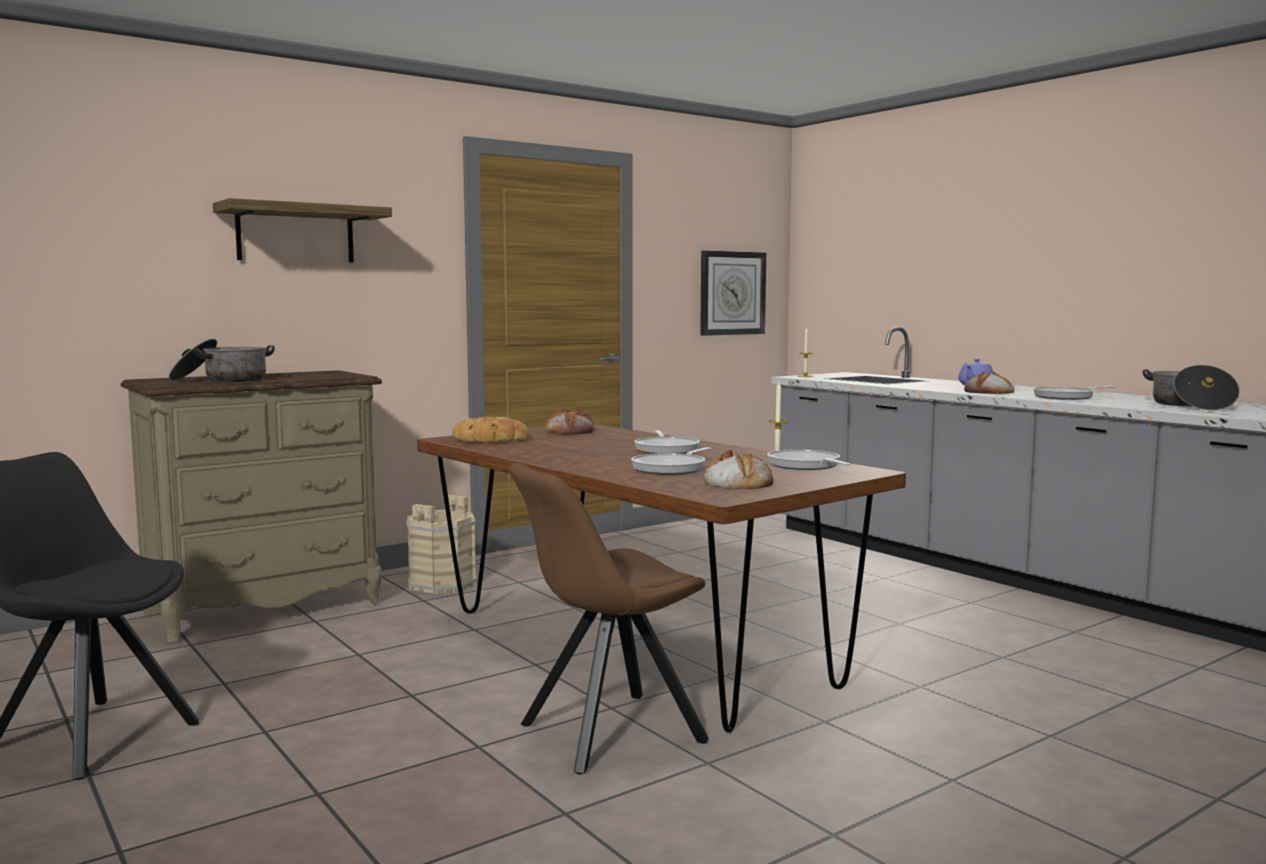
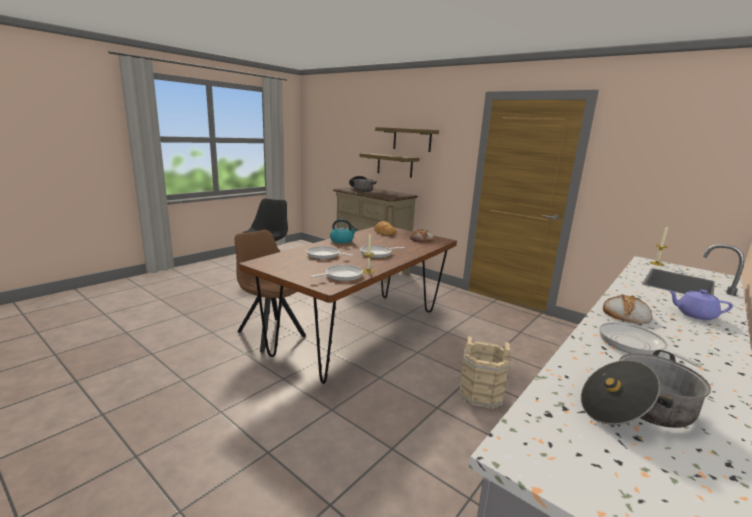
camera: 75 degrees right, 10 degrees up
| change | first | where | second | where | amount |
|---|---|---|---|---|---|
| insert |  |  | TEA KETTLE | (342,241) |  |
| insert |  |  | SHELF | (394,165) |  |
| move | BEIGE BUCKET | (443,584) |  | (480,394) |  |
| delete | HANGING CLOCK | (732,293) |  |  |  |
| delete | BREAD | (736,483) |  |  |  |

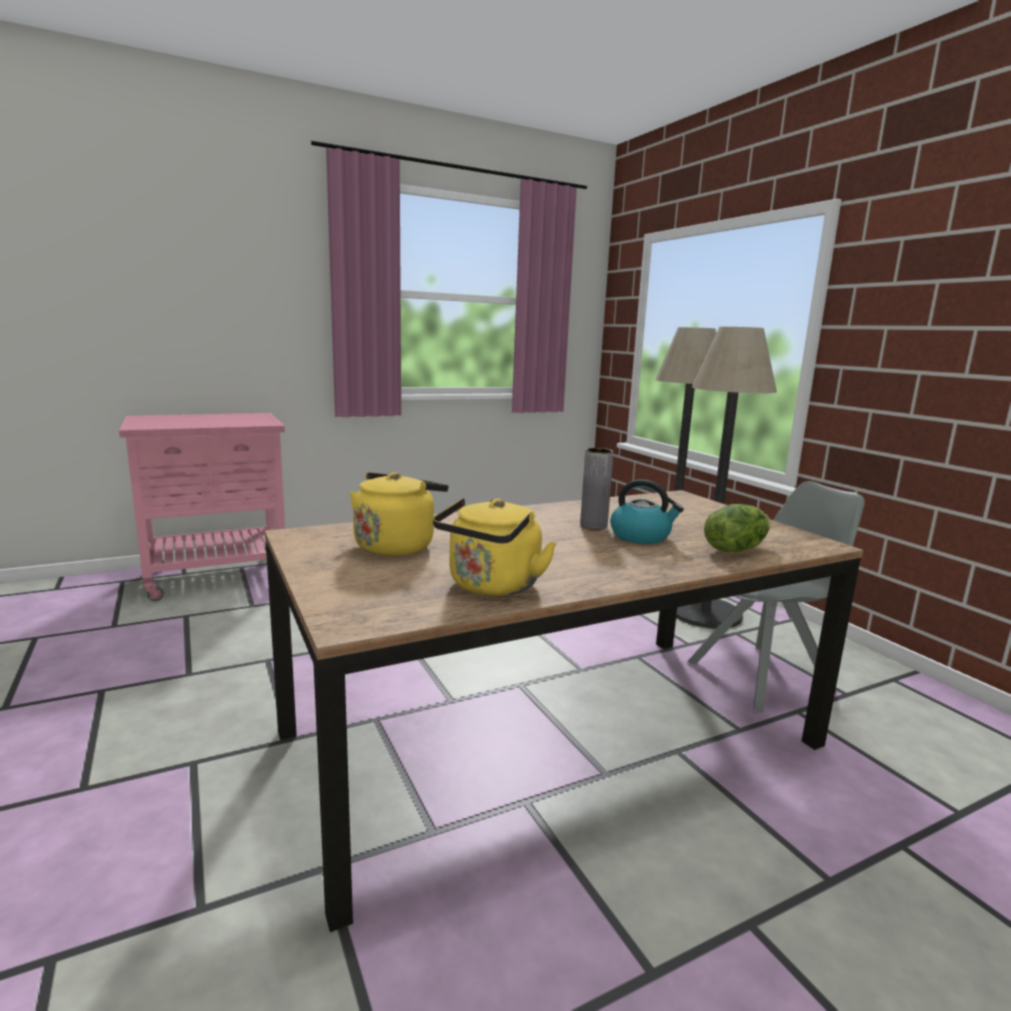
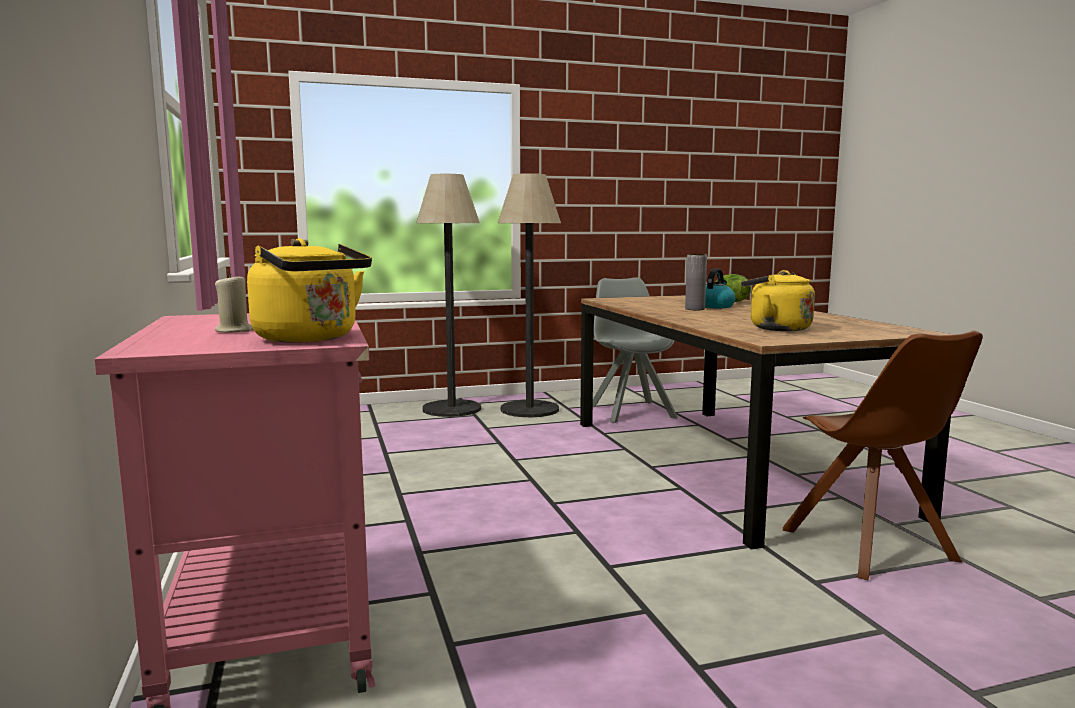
camera: 80 degrees left, 5 degrees down
| change | first | where | second | where | amount |
|---|---|---|---|---|---|
| insert |  |  | BEIGE WAX CANDLE | (235,331) |  |
| move | YELLOWISH TEA KETTLE | (491,587) |  | (311,338) |  |
| insert |  |  | BROWN-COLOURED CHAIR | (870,547) |  |

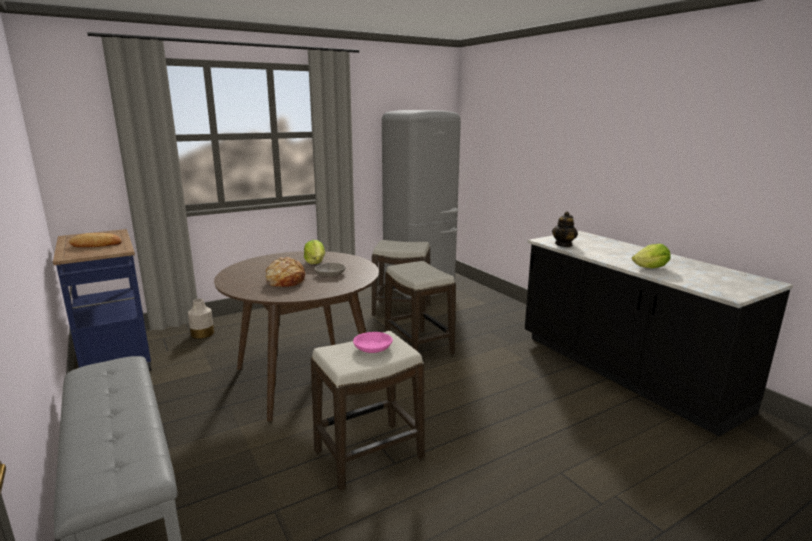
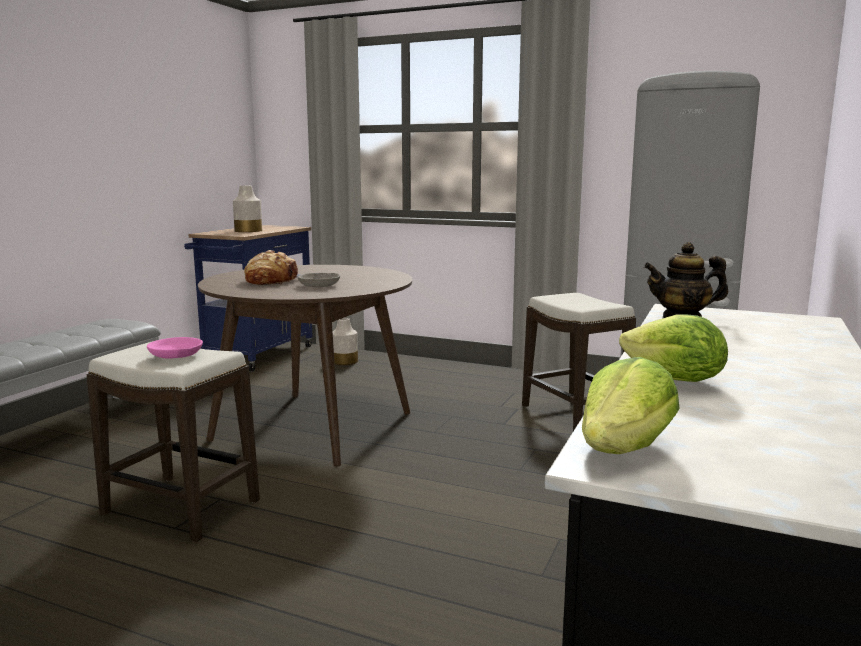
camera: 55 degrees right, 5 degrees down
| change | first | where | second | where | amount |
|---|---|---|---|---|---|
| replace | BREAD | (96,245) | BEIGE VASE | (248,230) |  |
| move | HEAD OF LETTUCE | (315,263) |  | (625,449) |  |
| delete | STOOL | (418,346) |  |  |  |

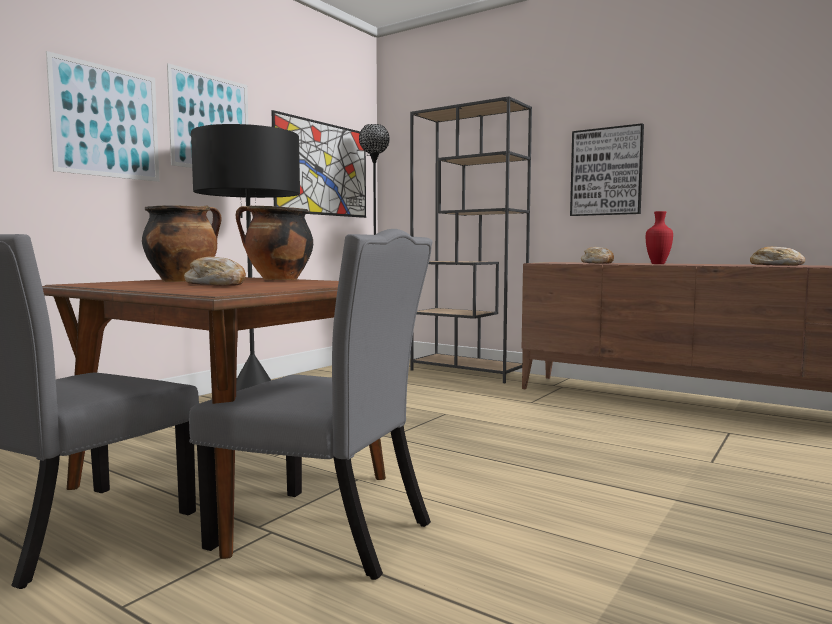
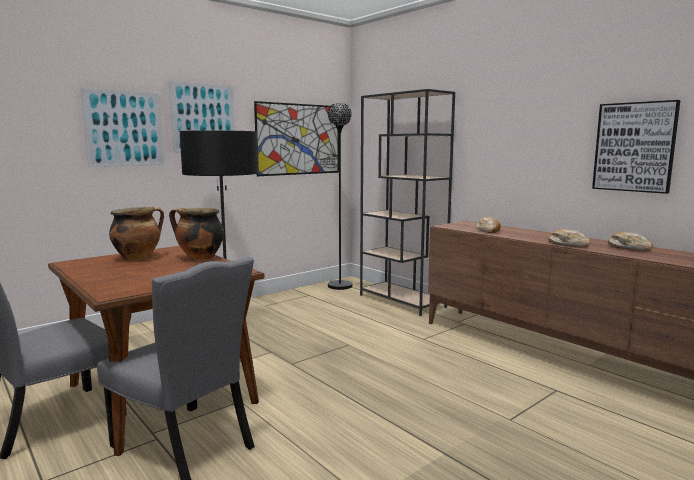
camera: 15 degrees right, 5 degrees up
| change | first | where | second | where | amount |
|---|---|---|---|---|---|
| move | BREAD | (217,284) |  | (568,244) |  |
| move | WALL PICTURE | (606,172) |  | (634,147) |  |
| delete | RED-COLOURED VASE | (657,264) |  |  |  |

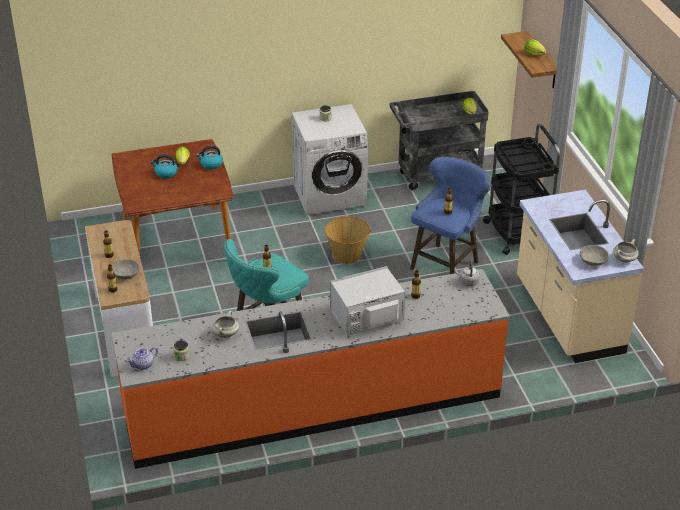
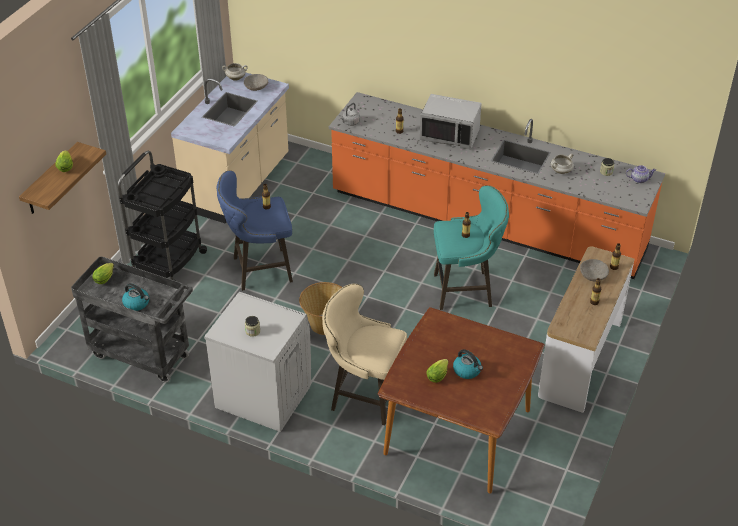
camera: 140 degrees left, 5 degrees up
| change | first | where | second | where | amount |
|---|---|---|---|---|---|
| move | TEA KETTLE | (211,164) |  | (137,303) |  |
| insert |  |  | BEIGE STOOL | (363,396) |  |

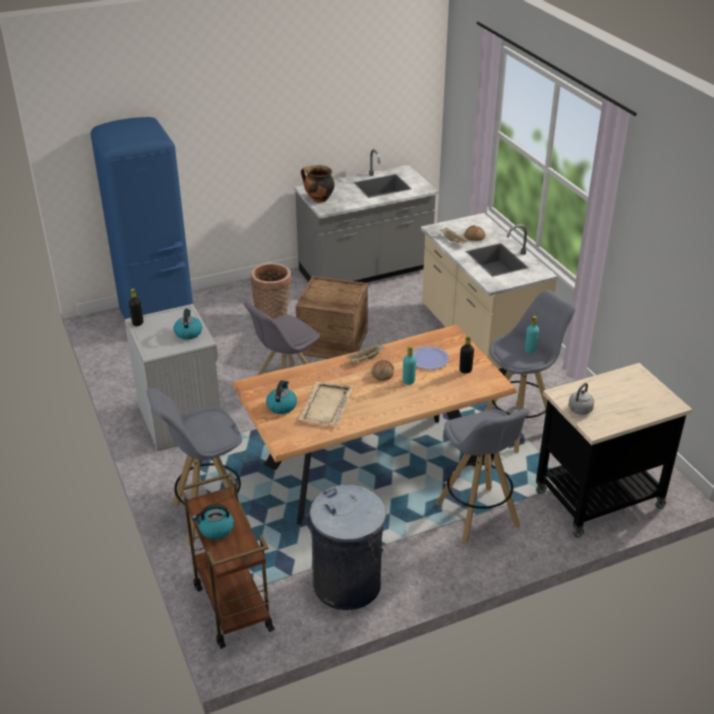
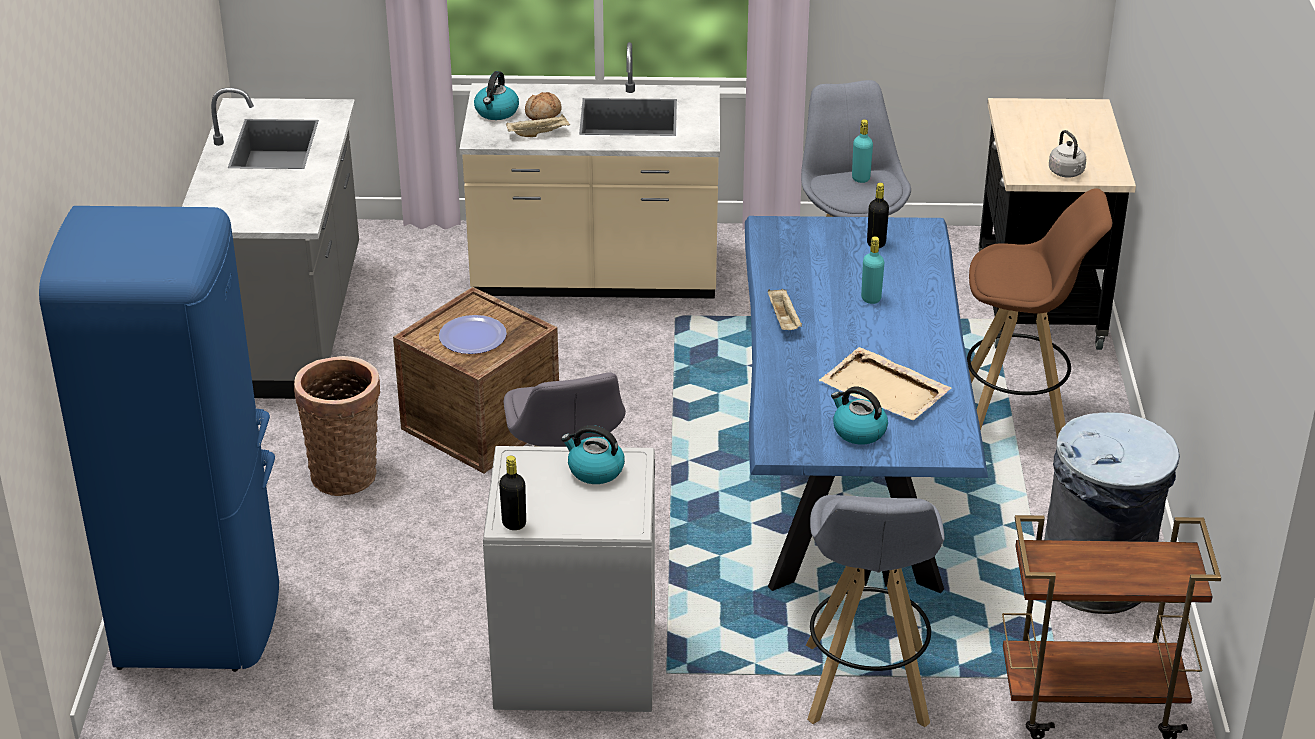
camera: 65 degrees left, 0 degrees up
| change | first | where | second | where | amount |
|---|---|---|---|---|---|
| move | DINNER PLATE | (428,359) |  | (472,336) |  |
| move | TEA KETTLE | (215,529) |  | (496,112) |  |
| recolor | BROWN-COLOURED DINNER TABLE | (373,466) | BLUISH DINNER TABLE | (847,478) |  |
| recolor | GREY STOOL | (477,517) | BROWN-COLOURED STOOL | (1017,416) |  |
| delete | COOKING POT | (318,199) |  |  |  |
| delete | BREAD | (383,374) |  |  |  |

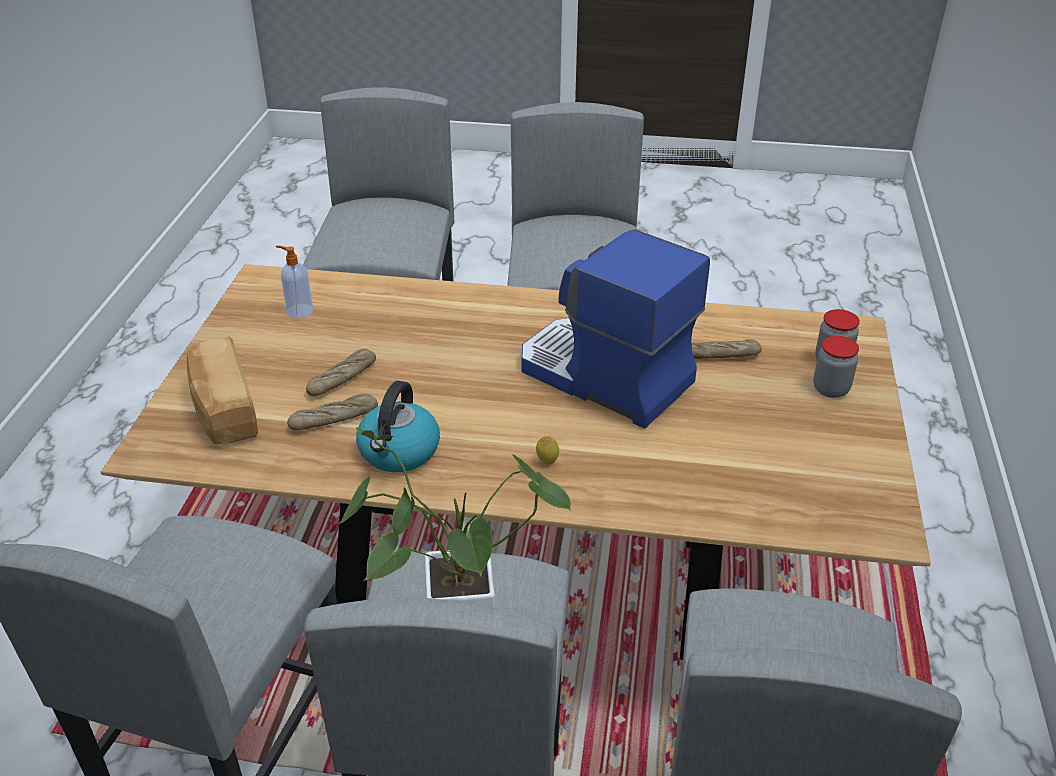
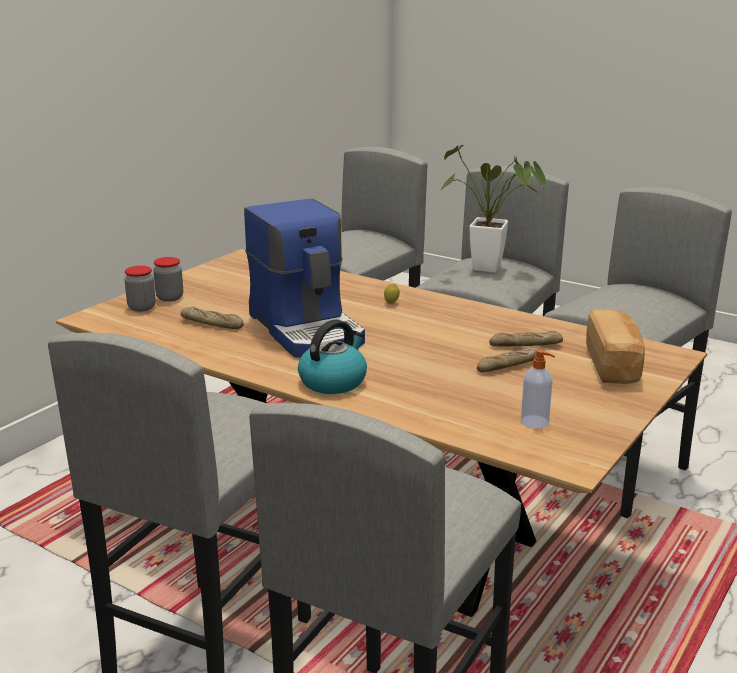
camera: 155 degrees left, 15 degrees down
| change | first | where | second | where | amount |
|---|---|---|---|---|---|
| move | TEA KETTLE | (399,452) |  | (333,381) |  |

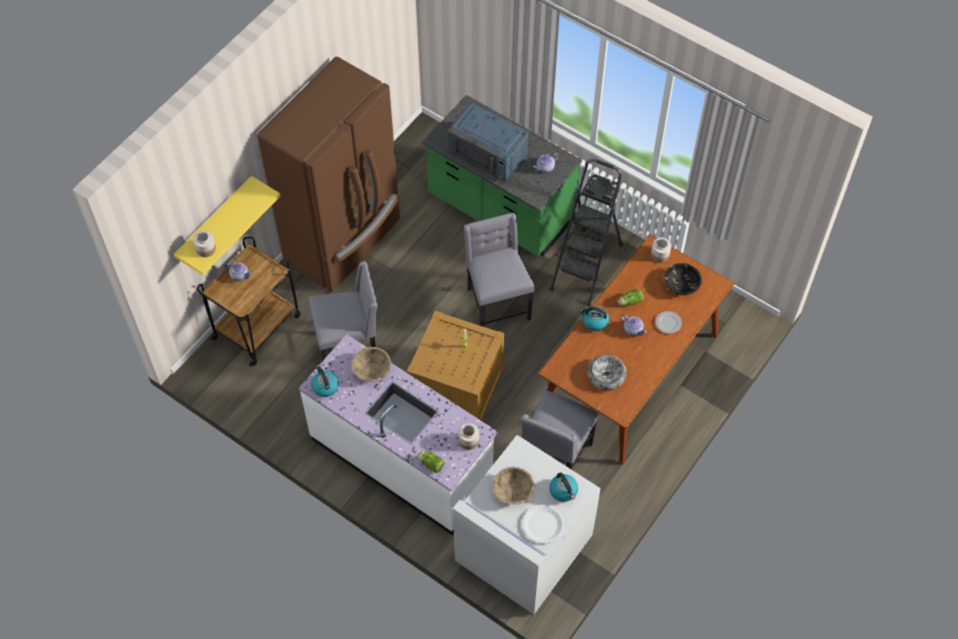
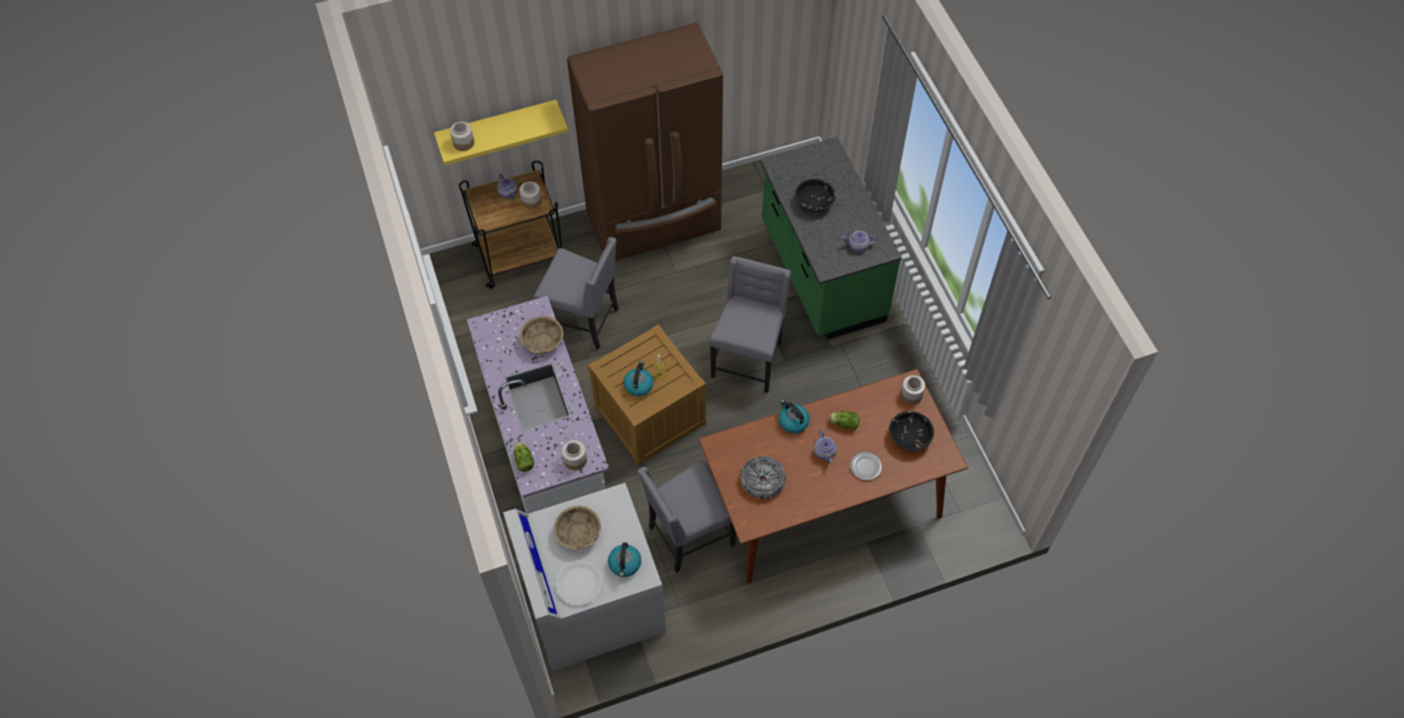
camera: 35 degrees right, 0 degrees up
| change | first | where | second | where | amount |
|---|---|---|---|---|---|
| insert |  |  | STORAGE JAR | (531,200) |  |
| move | TEA KETTLE | (325,386) |  | (638,385) |  |
| replace | BLUISH MICROWAVE | (488,153) | BLACK BOWL | (814,202) |  |
| delete | STEP LADDER | (587,265) |  |  |  |

